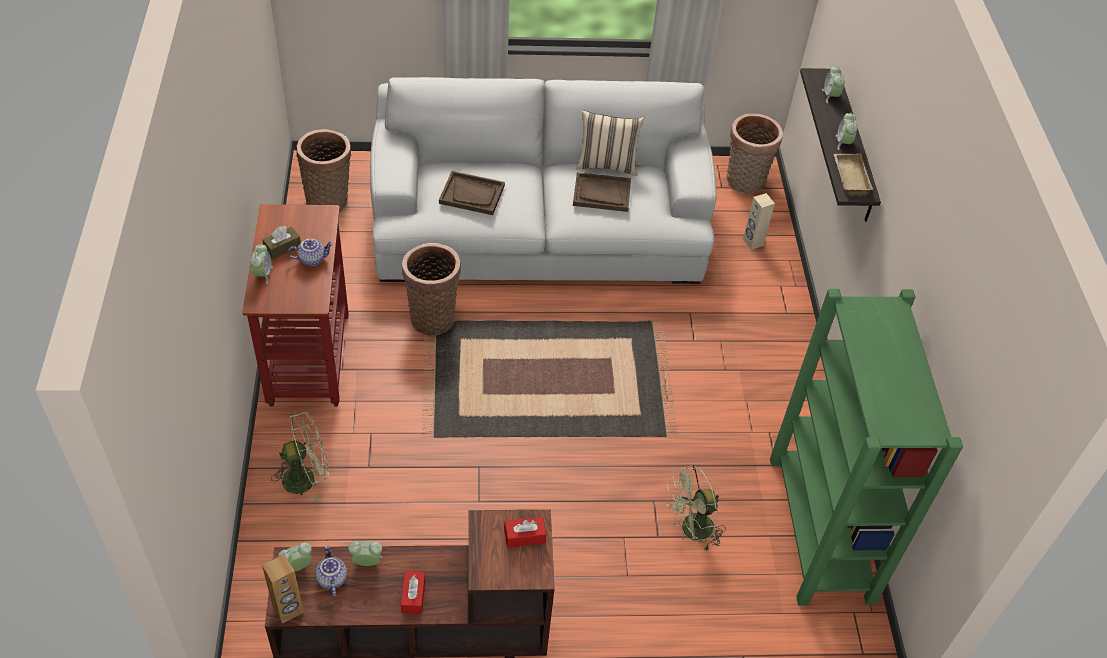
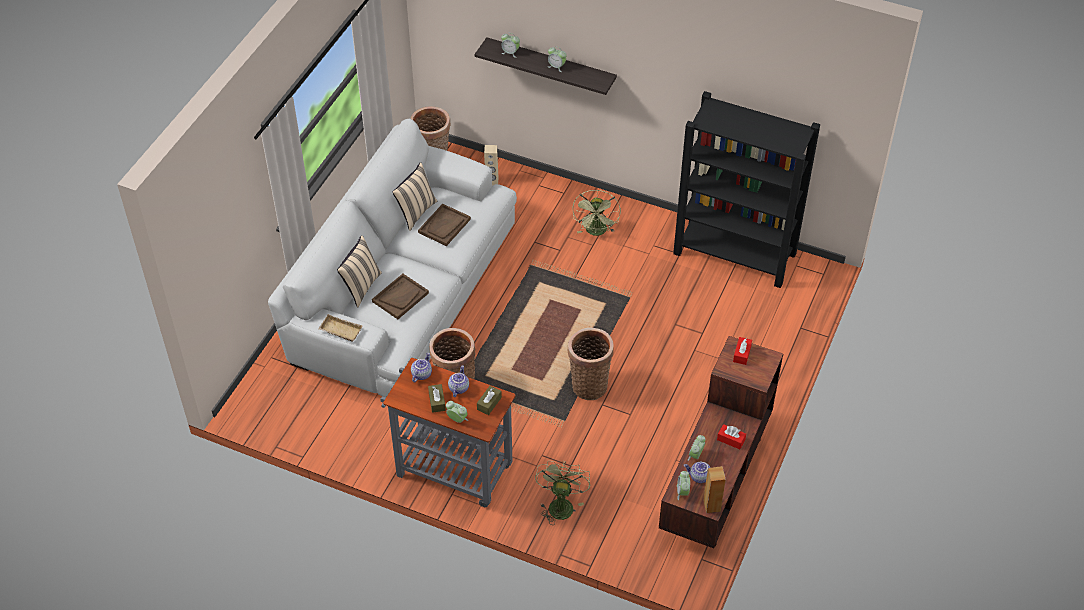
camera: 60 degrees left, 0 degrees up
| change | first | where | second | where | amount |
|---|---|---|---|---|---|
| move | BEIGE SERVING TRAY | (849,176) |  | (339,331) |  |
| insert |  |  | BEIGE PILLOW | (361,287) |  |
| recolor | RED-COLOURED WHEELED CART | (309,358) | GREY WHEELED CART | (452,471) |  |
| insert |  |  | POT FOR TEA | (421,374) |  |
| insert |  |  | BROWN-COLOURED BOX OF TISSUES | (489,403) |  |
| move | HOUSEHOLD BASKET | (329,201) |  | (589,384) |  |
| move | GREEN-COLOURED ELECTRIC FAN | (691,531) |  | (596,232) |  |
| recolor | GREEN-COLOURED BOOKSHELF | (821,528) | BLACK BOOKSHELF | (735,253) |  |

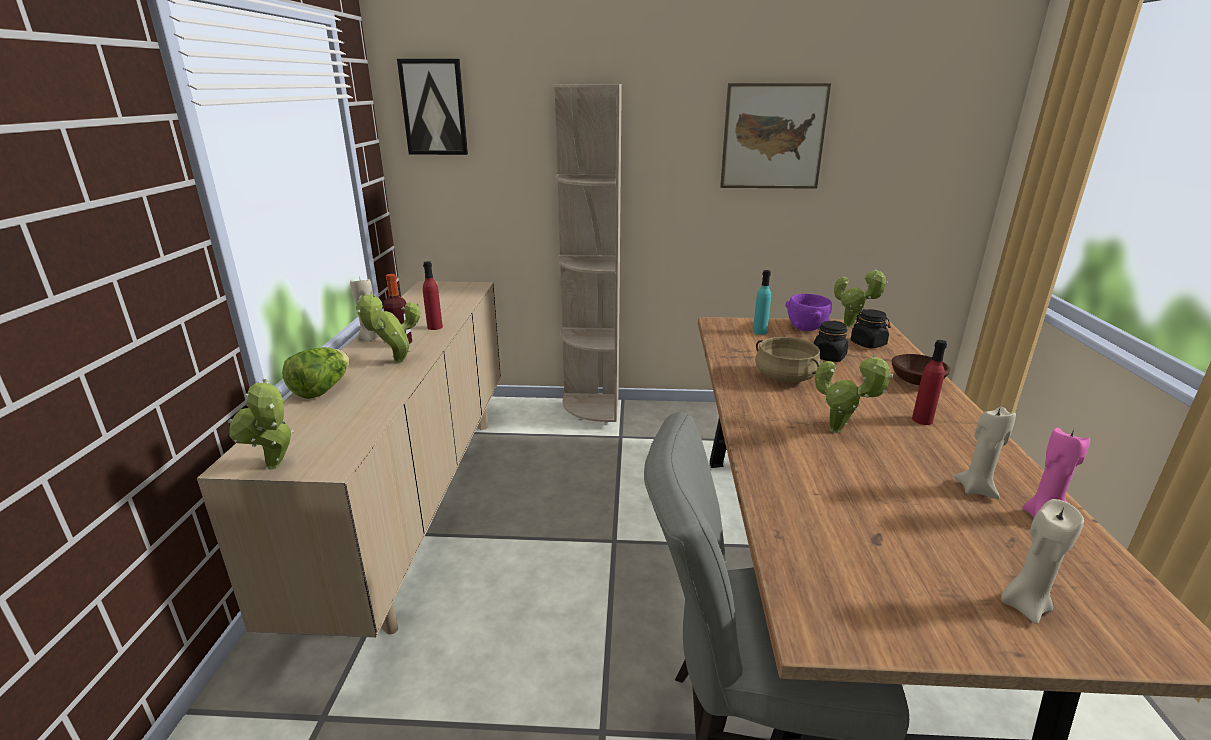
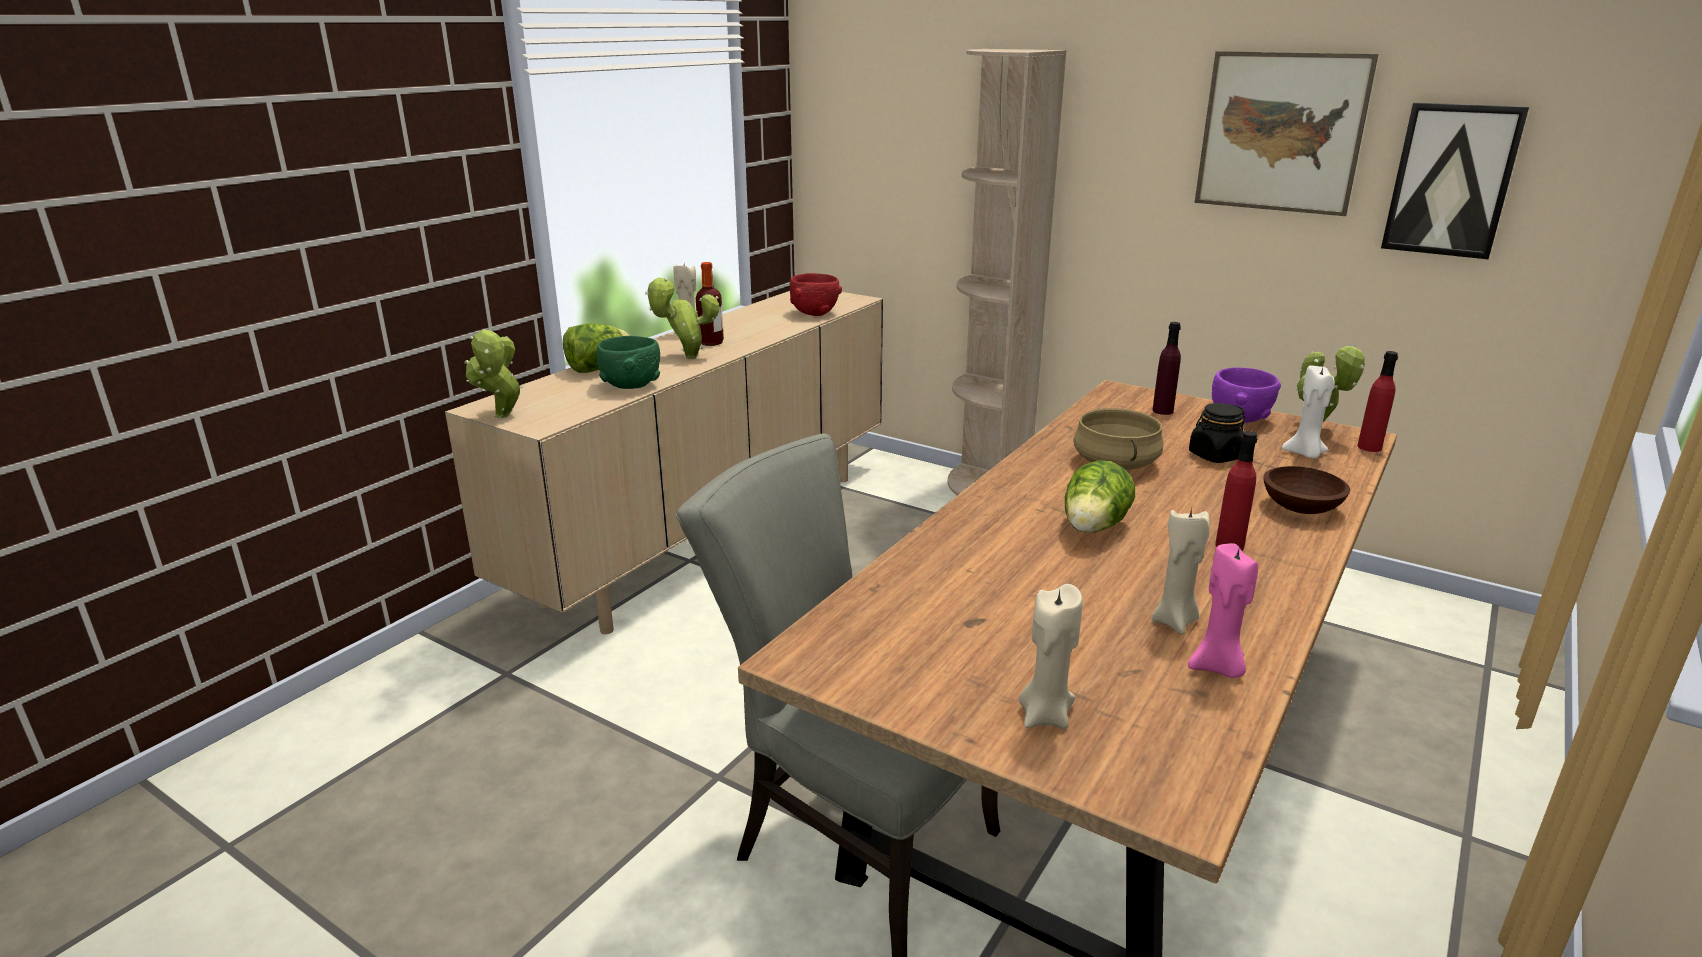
camera: 30 degrees right, 0 degrees up
| change | first | where | second | where | amount |
|---|---|---|---|---|---|
| insert |  |  | GREEN-COLOURED BOWL | (631,386) |  |
| insert |  |  | RED-COLOURED BOWL | (814,313) |  |
| replace | HOUSEPLANT | (839,431) | HEAD OF LETTUCE | (1093,529) |  |
| recolor | TURQUOISE-COLOURED BOTTLE | (760,332) | PURPLE-COLOURED BOTTLE | (1162,411) |  |
| replace | BLACK STORAGE JAR | (868,344) | WHITE-COLOURED WAX CANDLE | (1305,454) |  |
| move | RED-COLOURED BOTTLE | (435,327) |  | (1369,447) |  |
| move | WALL PICTURE | (434,107) |  | (1451,180) |  |

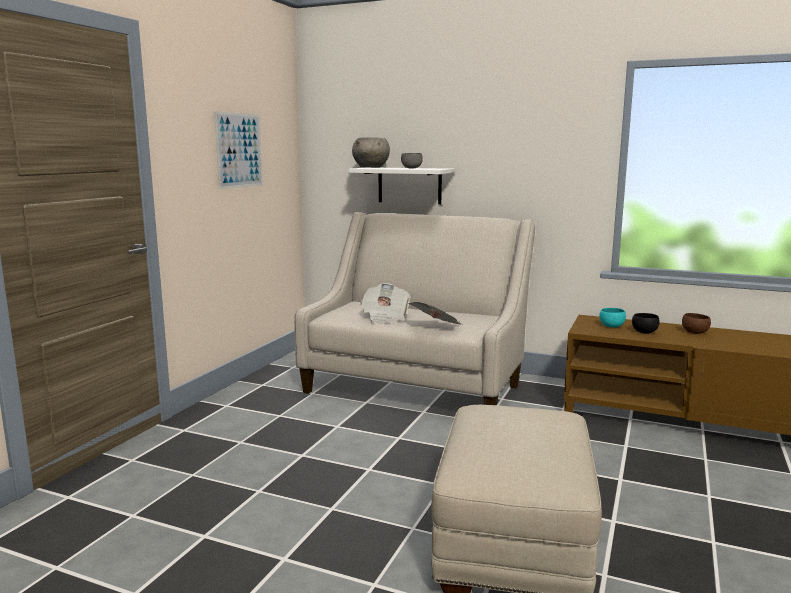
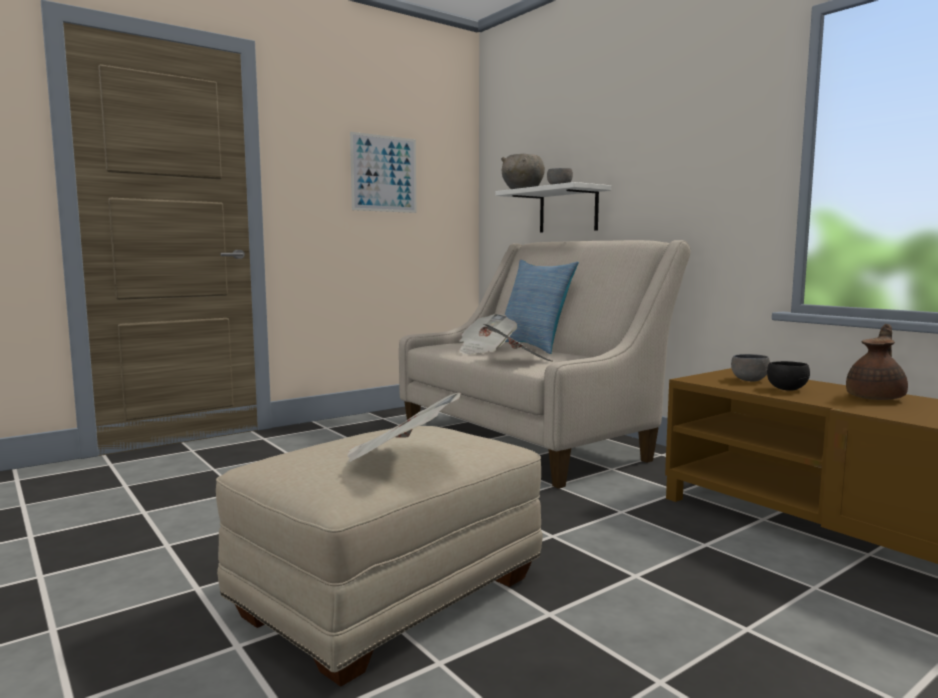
camera: 30 degrees right, 5 degrees down
| change | first | where | second | where | amount |
|---|---|---|---|---|---|
| insert |  |  | PRINTED PAPER | (399,460) |  |
| insert |  |  | PILLOW | (534,346) |  |
| recolor | TURQUOISE-COLOURED BOWL | (610,326) | GREY BOWL | (748,380) |  |
| replace | BROWN-COLOURED BOWL | (696,332) | BROWN-COLOURED POT FOR TEA | (876,398) |  |

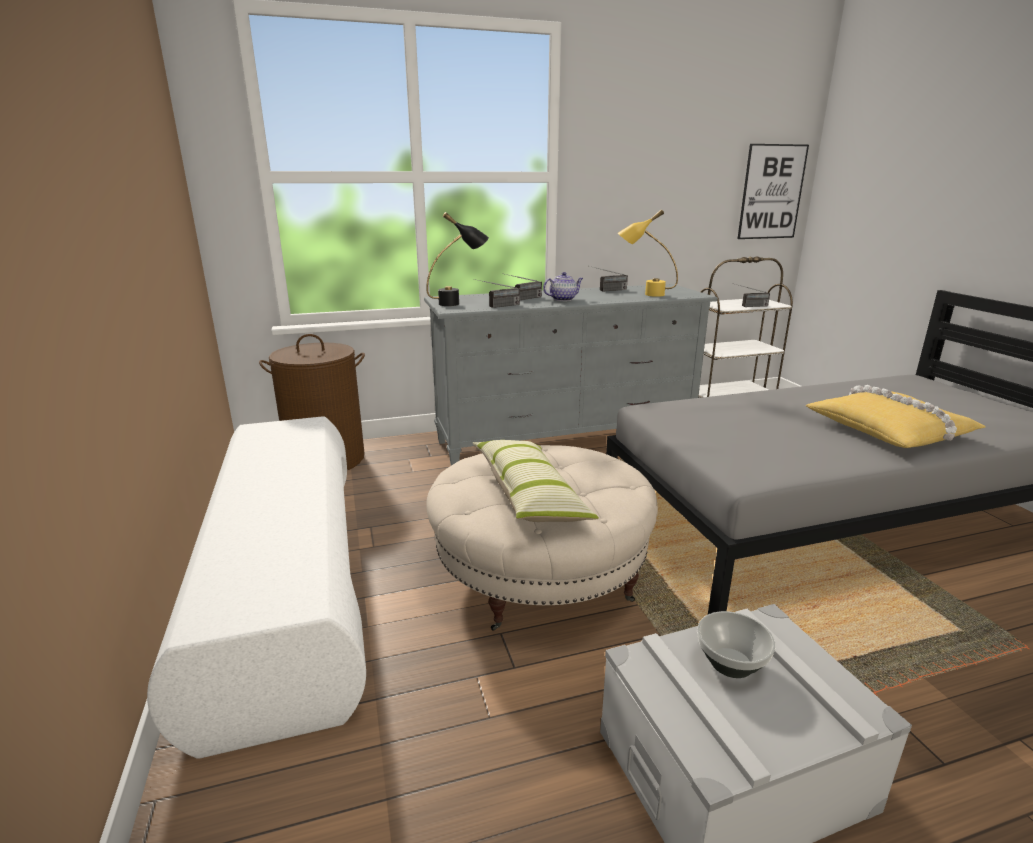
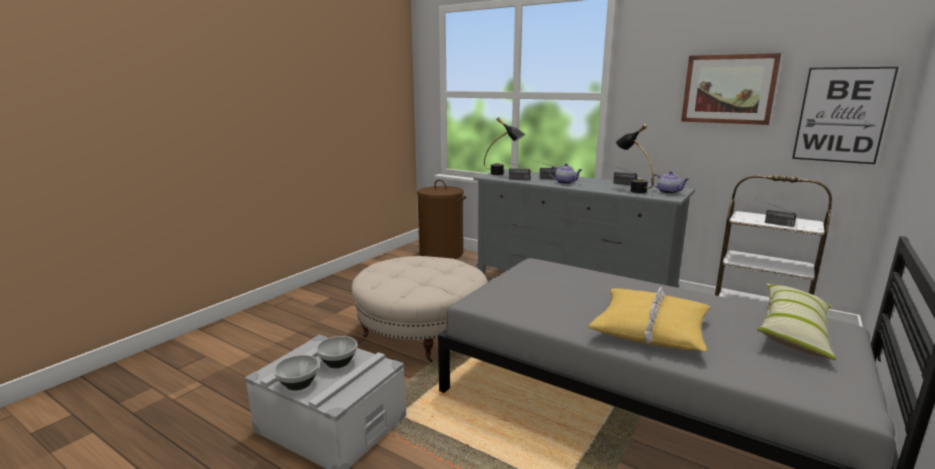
camera: 50 degrees right, 5 degrees down
| change | first | where | second | where | amount |
|---|---|---|---|---|---|
| insert |  |  | BOWL | (299,383) |  |
| recolor | YELLOWISH TABLE LAMP | (644,294) | BLACK TABLE LAMP | (632,190) |  |
| insert |  |  | POT FOR TEA | (668,192) |  |
| insert |  |  | WALL PICTURE | (728,89) |  |
| move | PILLOW | (529,495) |  | (793,331) |  |
| delete | WHITE-COLOURED BENCH | (285,580) |  |  |  |

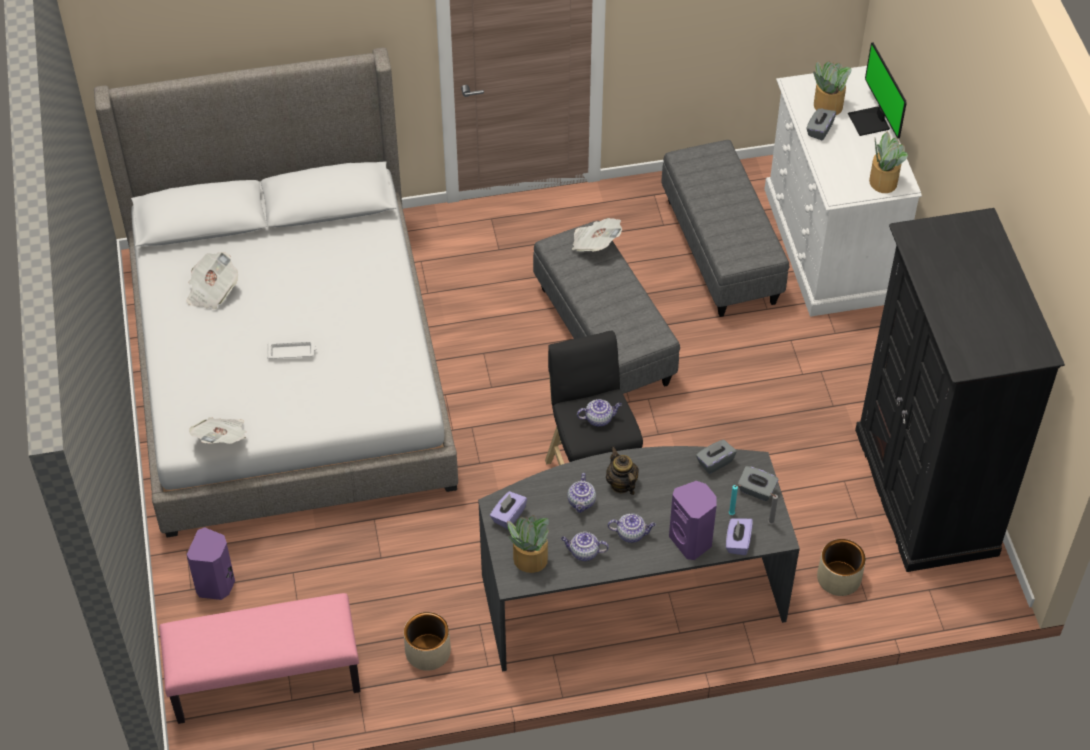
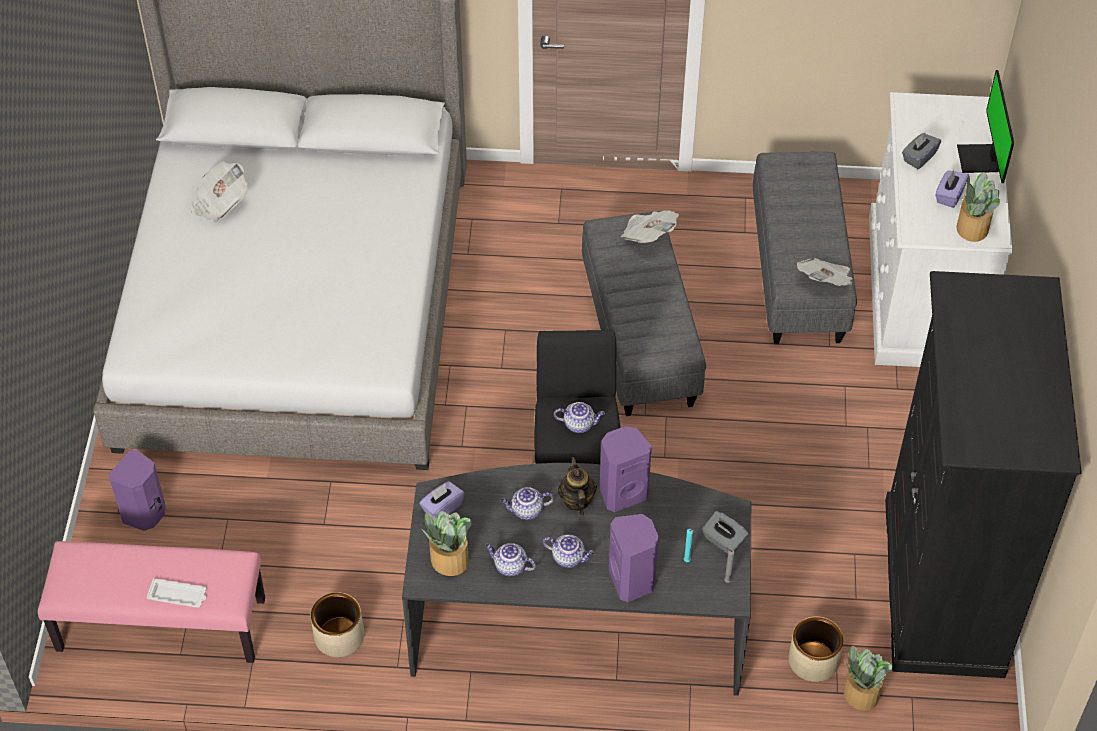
camera: 15 degrees right, 0 degrees up
| change | first | where | second | where | amount |
|---|---|---|---|---|---|
| move | WHITE-COLOURED SERVING TRAY | (292,352) |  | (178,596) |  |
| rotate | POT FOR TEA | (581,502) |  | (526,511) | 60 degrees clockwise |
| insert |  |  | PURPLE-COLOURED SPEAKER | (622,492) |  |
| move | PRINTED PAPER | (222,439) |  | (825,282) |  |
| move | HOUSEPLANT | (827,105) |  | (860,693) |  |
| move | PURPLE-COLOURED BOX OF TISSUES | (737,542) |  | (949,195) |  |
| delete | GREY BOX OF TISSUES | (715,462) |  |  |  |

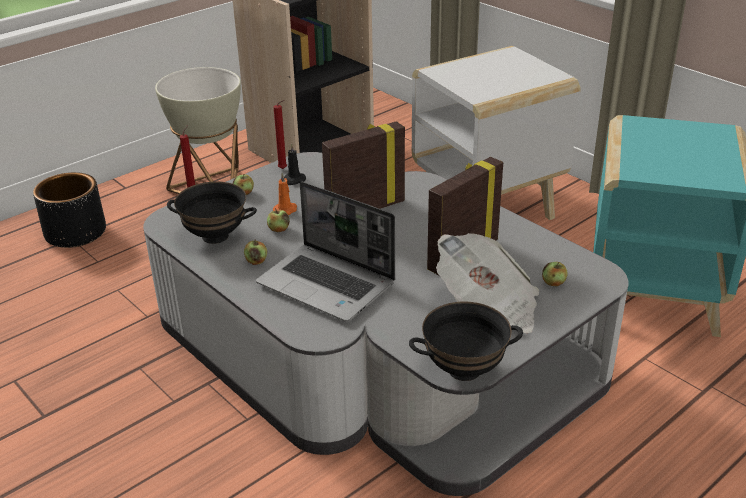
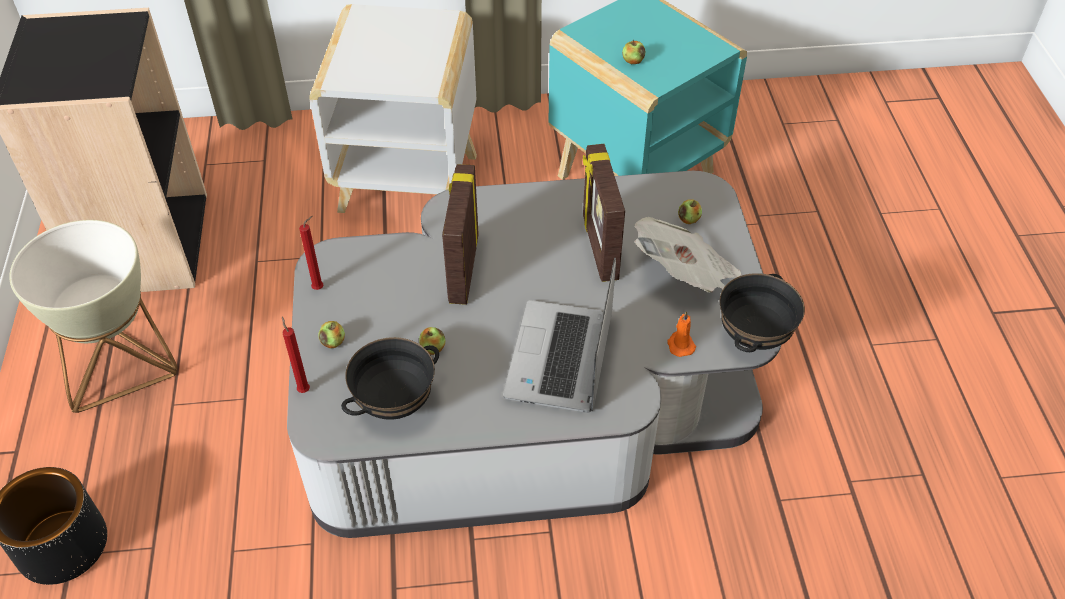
camera: 55 degrees left, 15 degrees up
| change | first | where | second | where | amount |
|---|---|---|---|---|---|
| rotate | NOTEBOOK COMPUTER | (328,284) |  | (561,359) | 120 degrees clockwise |
| move | WHOLE APPLE | (256,261) |  | (633,61) |  |
| move | ORANGE WAX CANDLE | (286,210) |  | (680,344) |  |
| delete | BLACK WAX CANDLE | (293,180) |  |  |  |

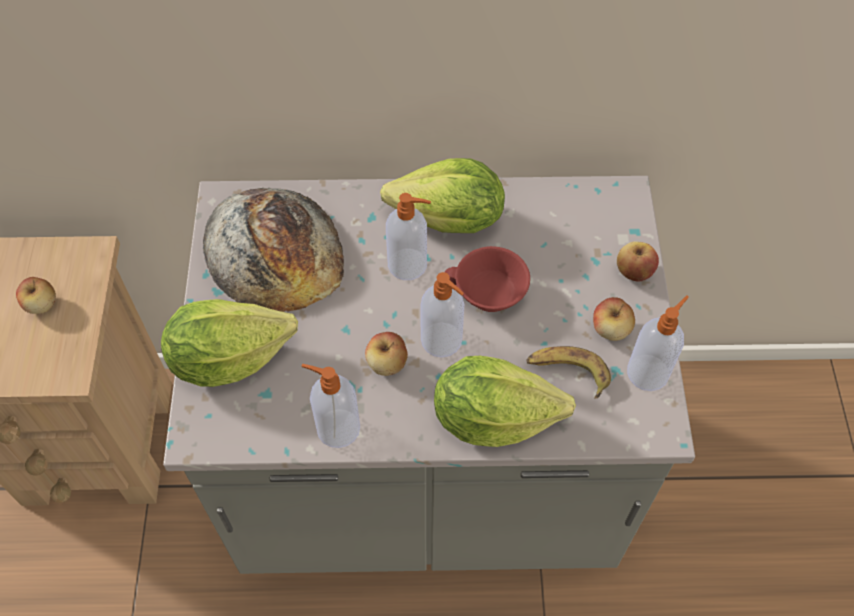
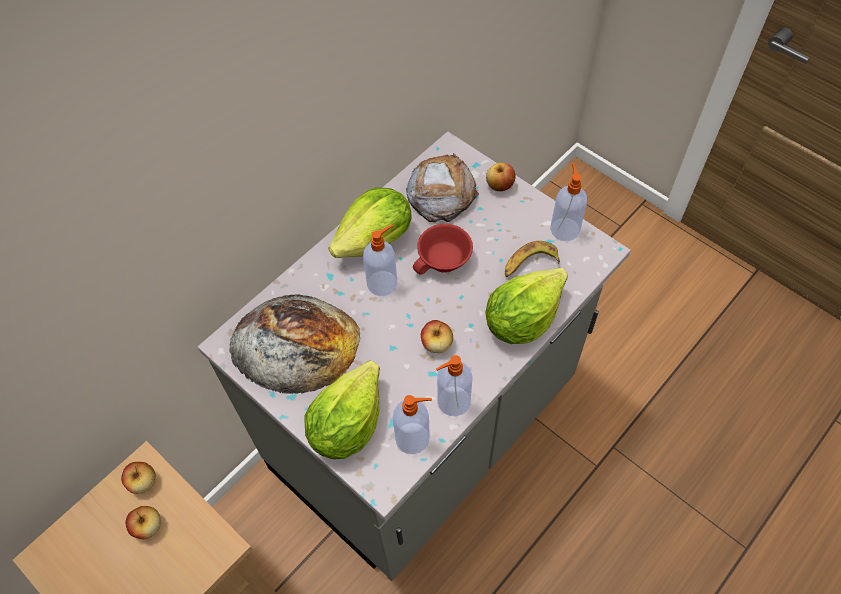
camera: 45 degrees left, 0 degrees up
| change | first | where | second | where | amount |
|---|---|---|---|---|---|
| move | WHOLE APPLE | (610,329) |  | (143,482) |  |
| move | SOAP DISPENSER | (442,341) |  | (414,438) |  |
| insert |  |  | BREAD | (441,192) |  |

